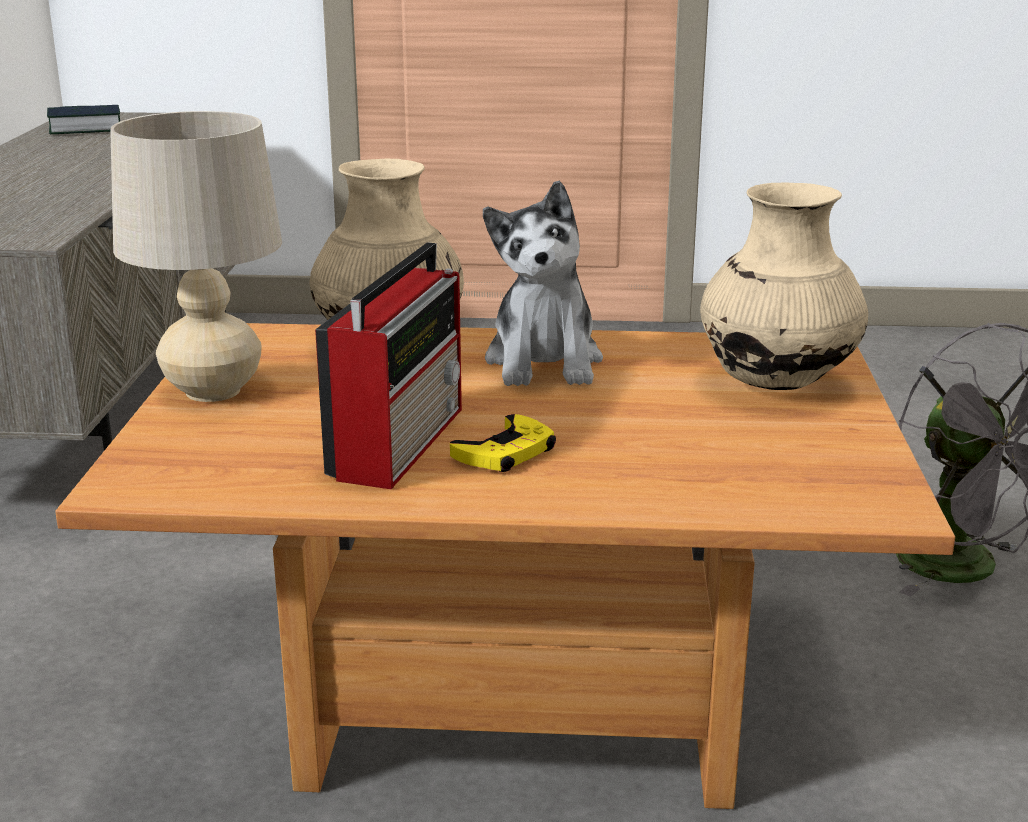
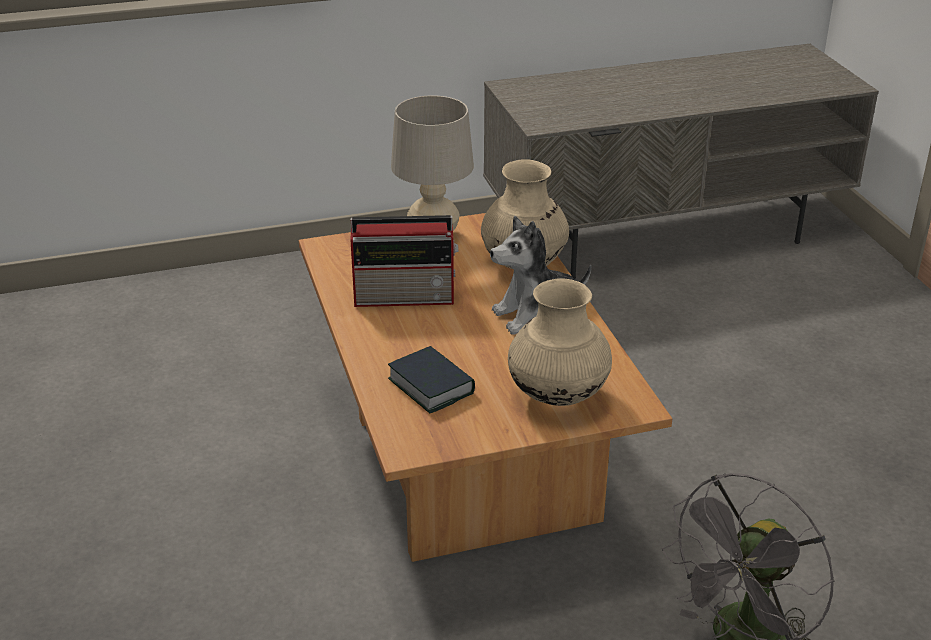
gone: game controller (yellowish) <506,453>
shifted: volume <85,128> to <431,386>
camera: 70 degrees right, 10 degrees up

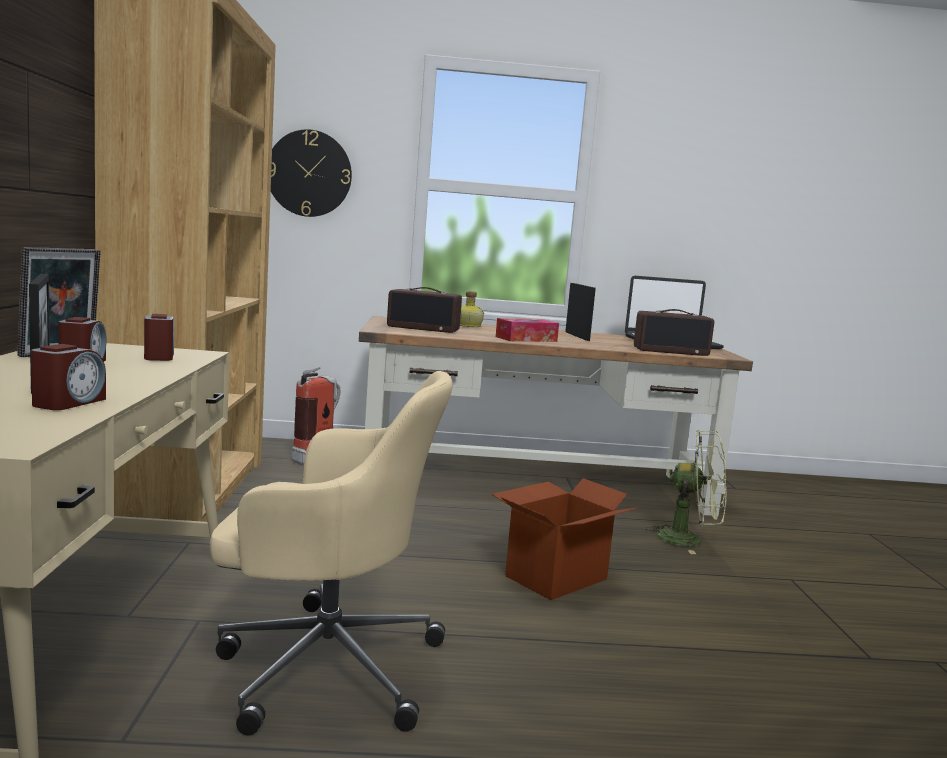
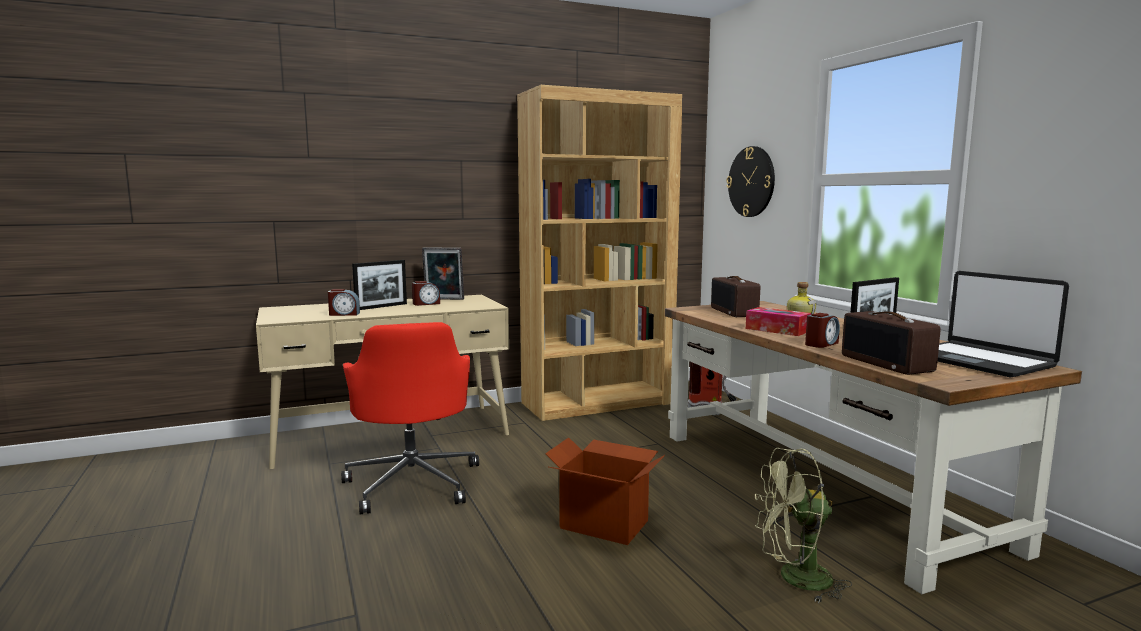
shifted: bedside clock <159,356> to <821,344>
repainted: computer chair (beige) <324,665> to computer chair (red) <413,482>
rotated: electric fan (green-coloured) <689,540> = <795,579> 90 degrees clockwise
camera: 70 degrees right, 0 degrees up

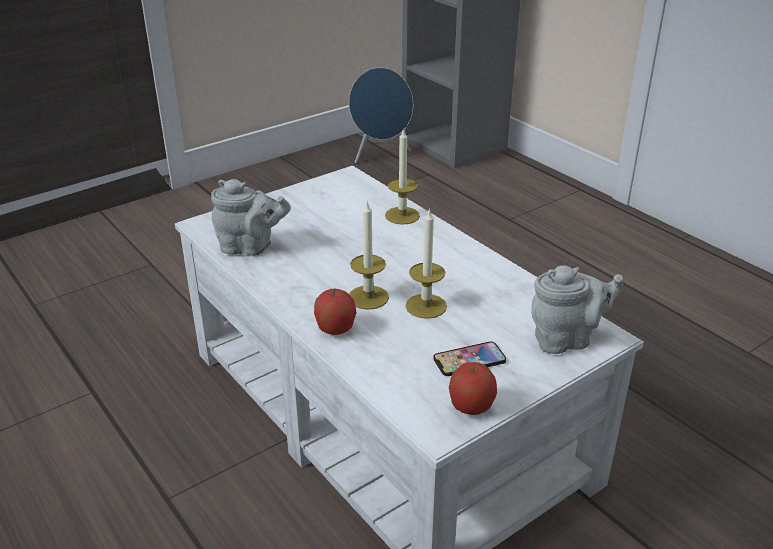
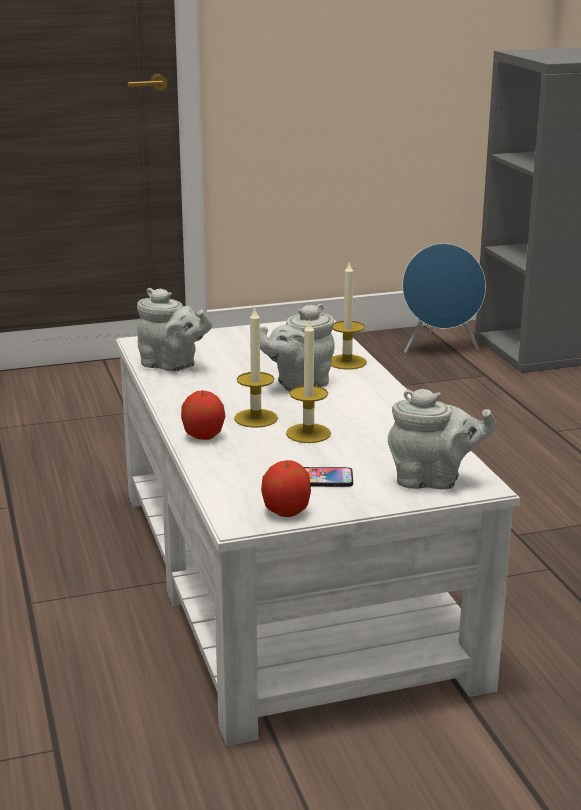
new: teapot (grey) <299,384>
camera: 20 degrees right, 10 degrees down

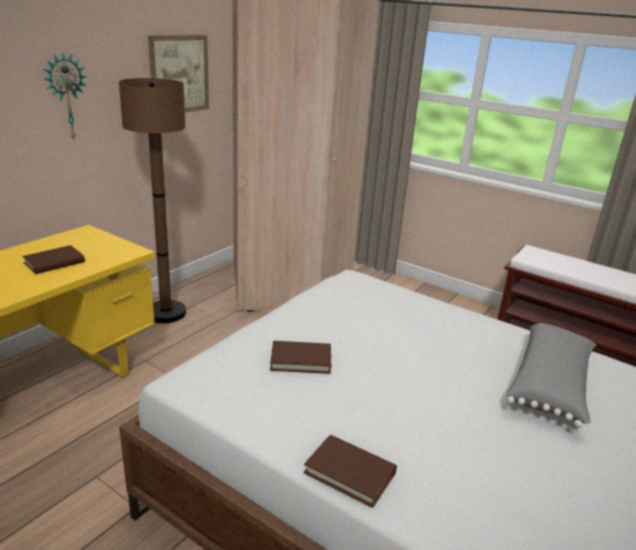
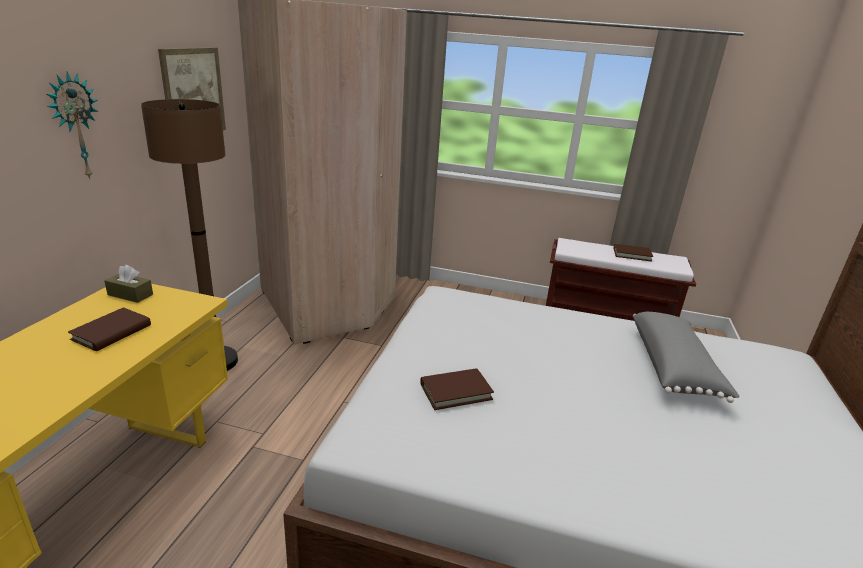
new: tissue holder (brownish) <130,295>
shifted: volume (brownish) <350,473> to <632,254>
camera: 20 degrees left, 0 degrees up

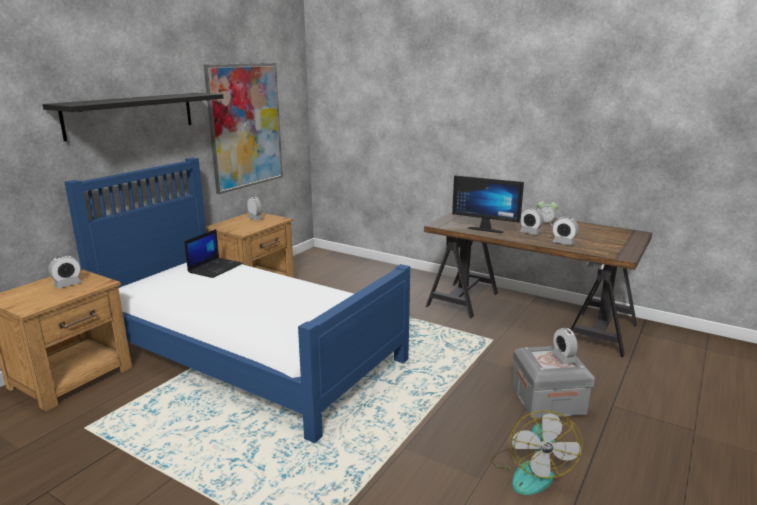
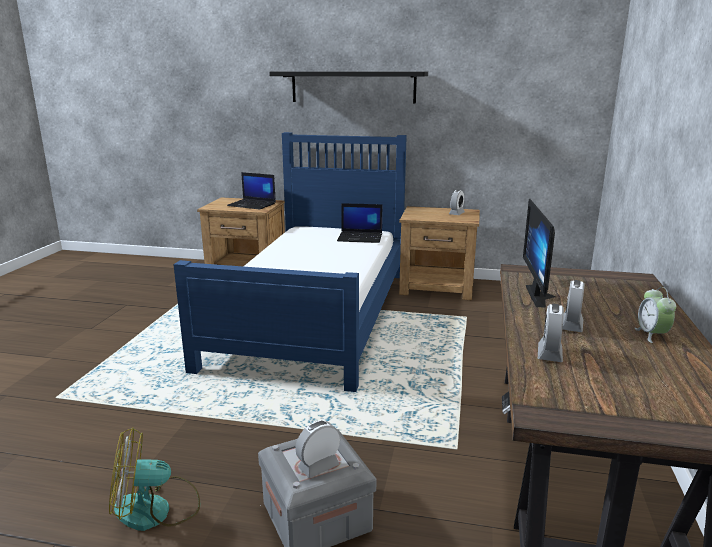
gone: wall picture <245,126>
swapped: bedside clock <67,284> to notebook computer <252,205>
camera: 70 degrees right, 0 degrees up

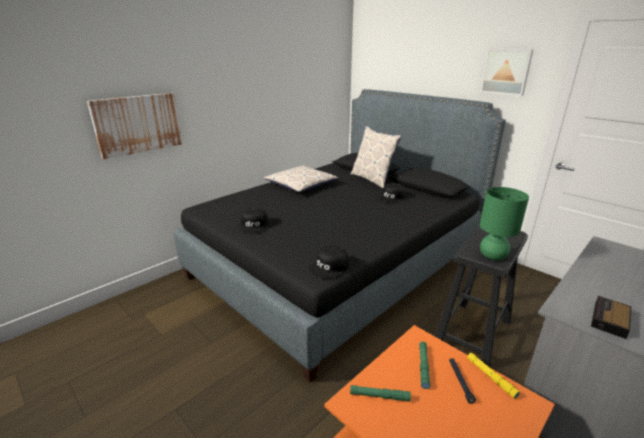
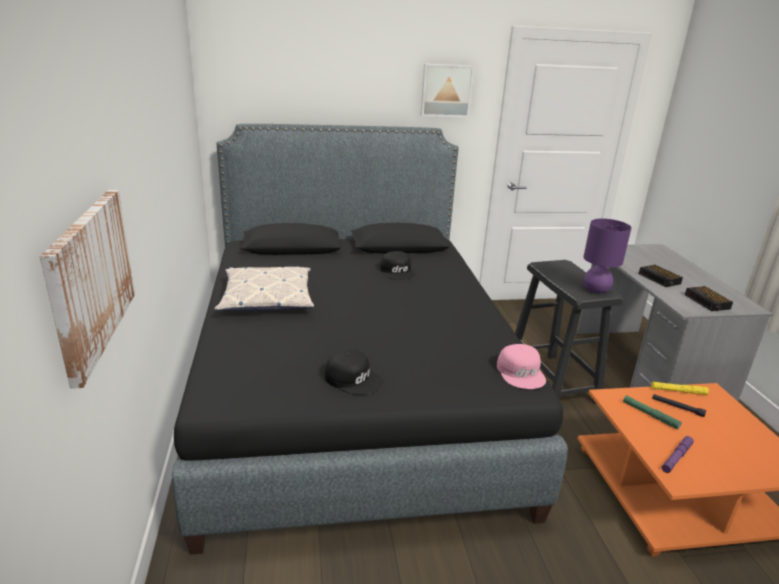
gone: throw pillow <372,179>
new: bedside clock <660,279>
repainted: cap (black-coloured) <329,267> to cap (pink) <521,372>; table lamp (green-coloured) <493,256> to table lamp (purplish) <596,290>; hand torch (green-coloured) <379,396> to hand torch (purplish) <676,457>
camera: 55 degrees left, 0 degrees up

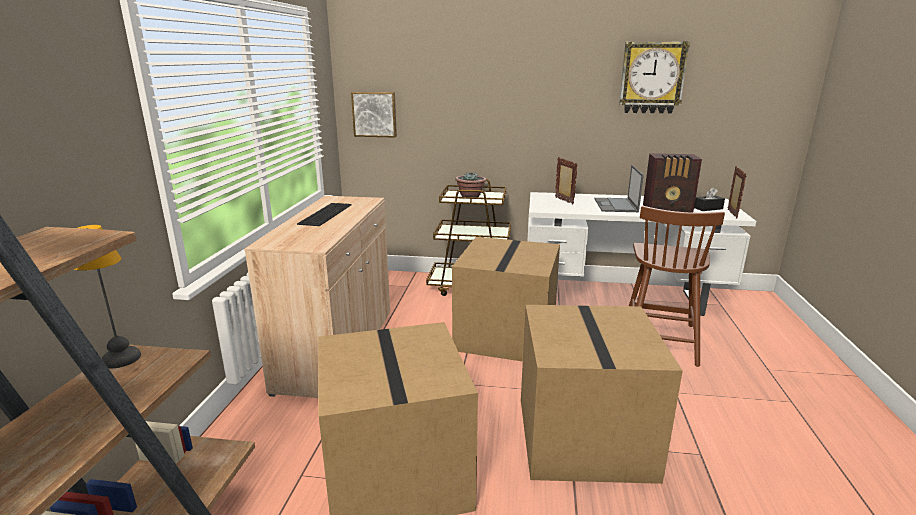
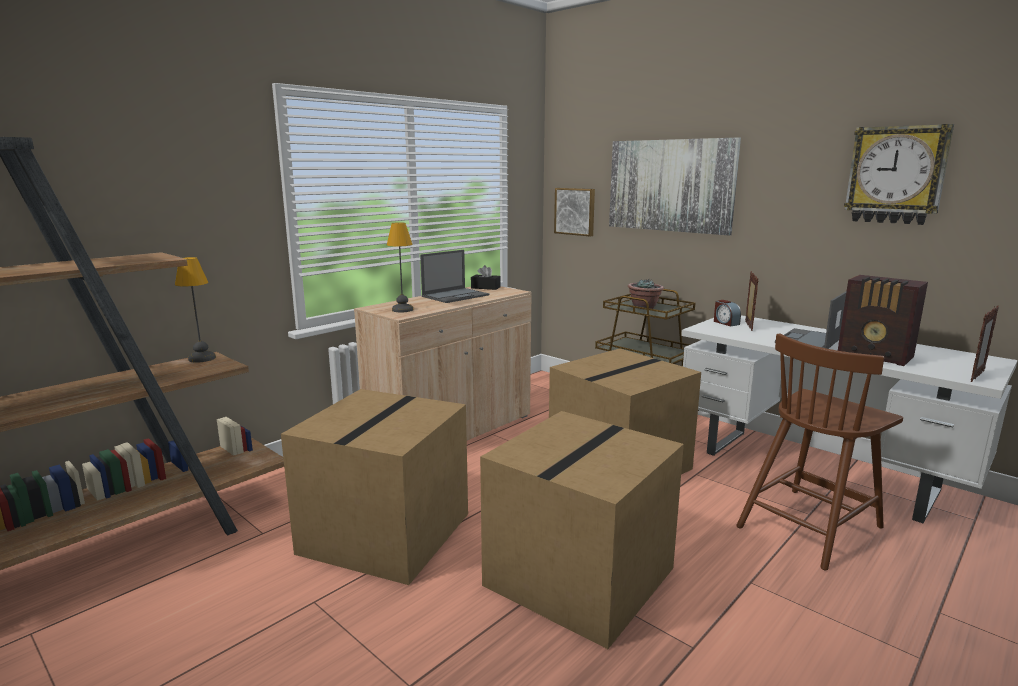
new: table lamp <403,309>; wall picture <670,185>; bedside clock <725,323>
shifted: tissue holder (black-coloured) <708,208> to <485,287>
swapped: keyboard <324,214> to notebook computer <456,296>
camera: 35 degrees right, 5 degrees down

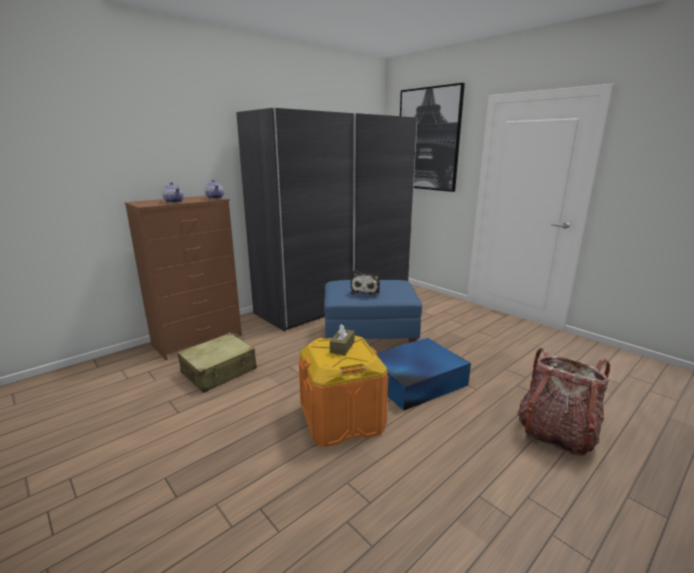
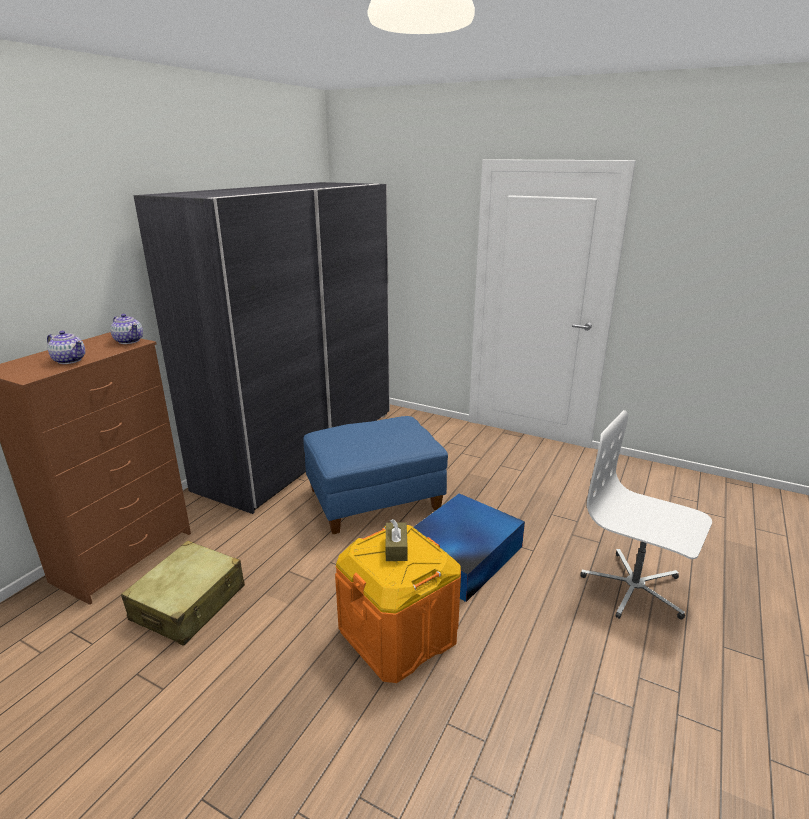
gone: soft toy <365,291>; wall picture <428,139>
swapped: backpack <555,433> to computer chair (whitish) <634,588>
camera: 20 degrees left, 5 degrees up

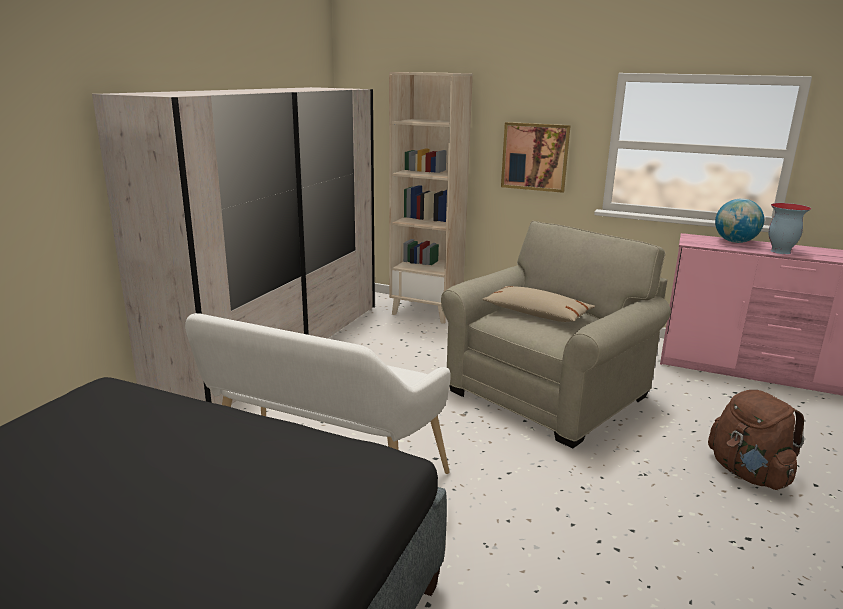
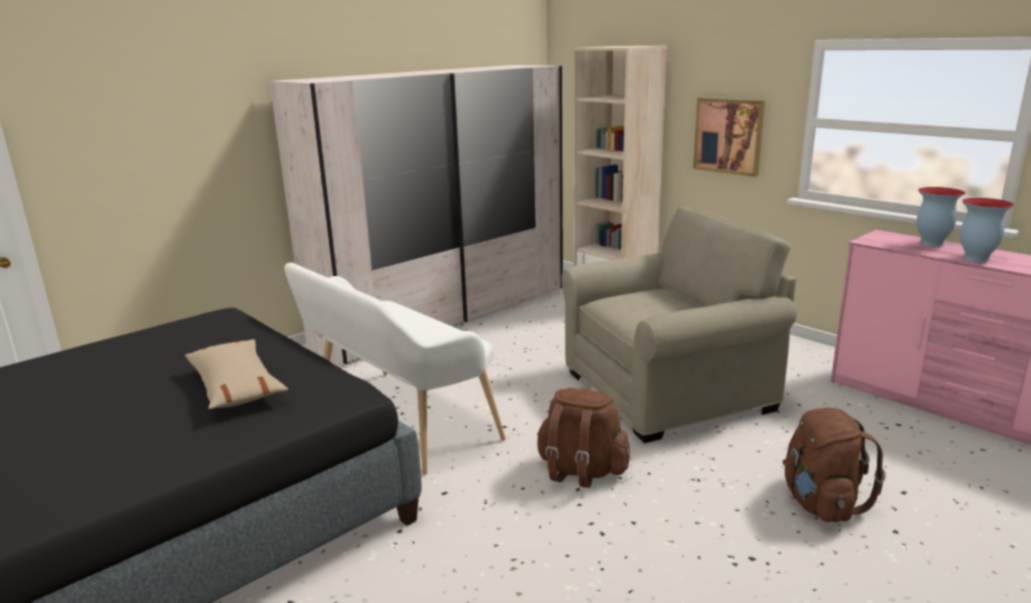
new: backpack (brownish) <581,471>
shifted: throw pillow (beige) <536,313> to <236,386>
swapped: globe <735,242> to flower vase <931,244>
camera: 25 degrees right, 0 degrees up

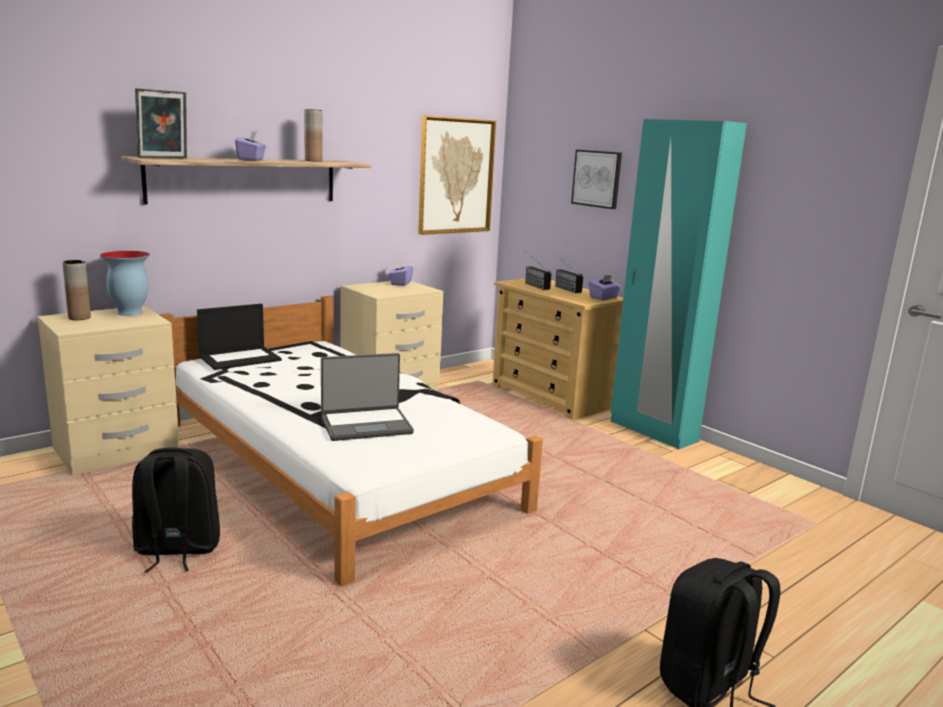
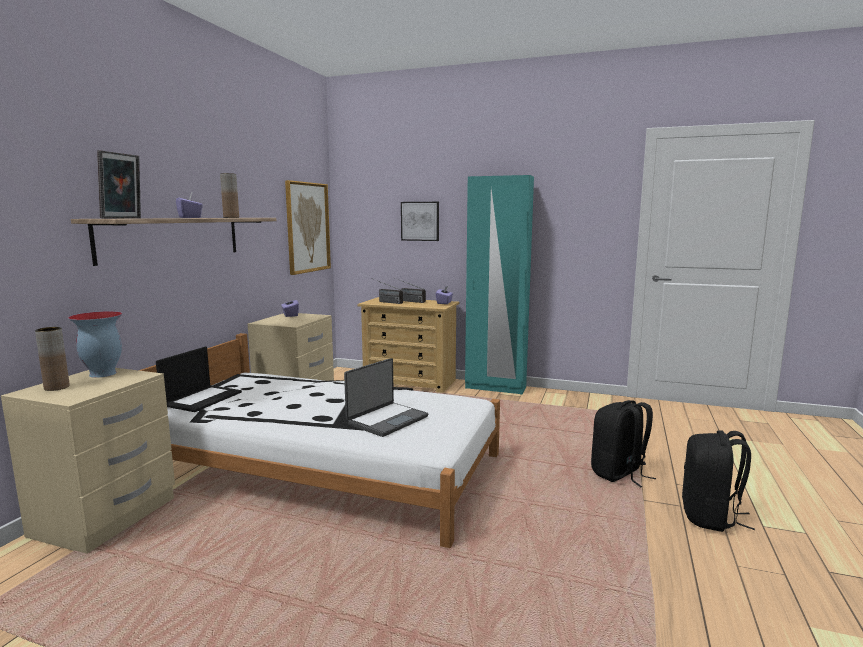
shifted: backpack (black-coloured) <177,550> to <619,474>
camera: 30 degrees left, 5 degrees down

